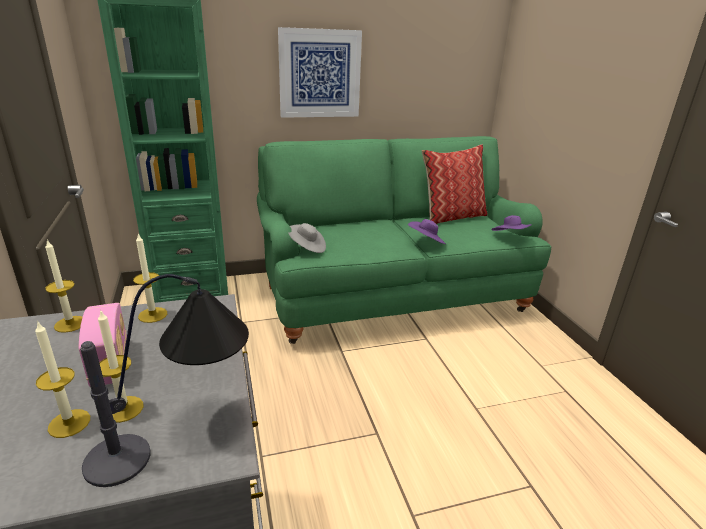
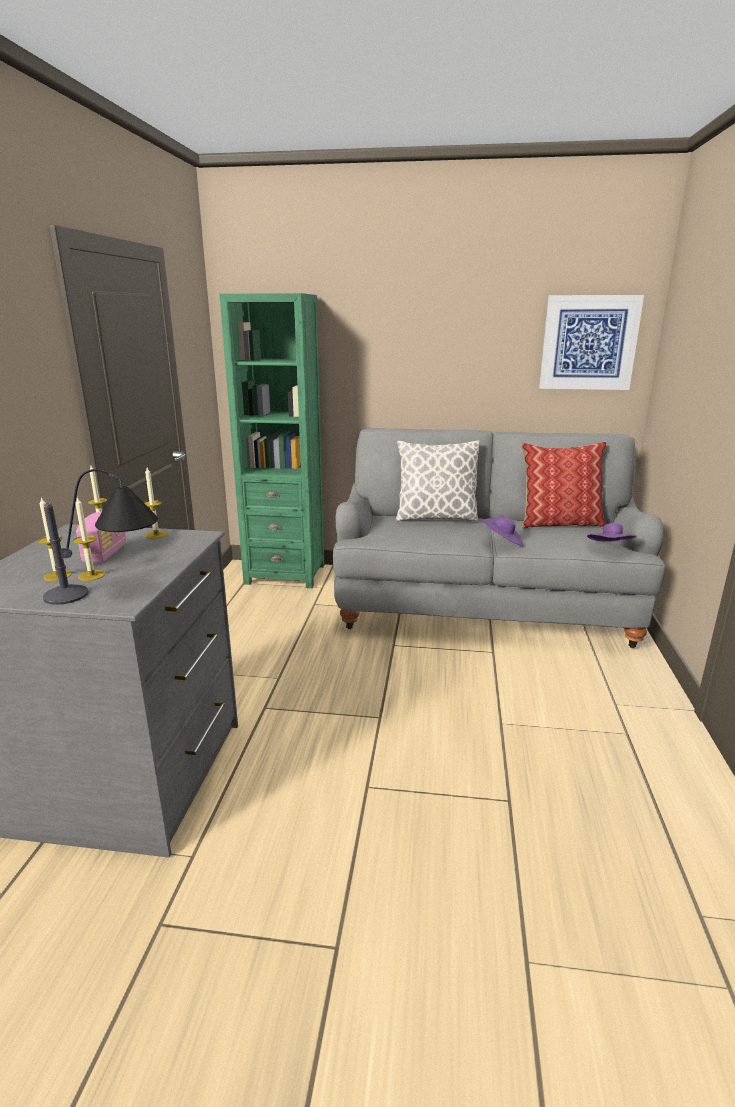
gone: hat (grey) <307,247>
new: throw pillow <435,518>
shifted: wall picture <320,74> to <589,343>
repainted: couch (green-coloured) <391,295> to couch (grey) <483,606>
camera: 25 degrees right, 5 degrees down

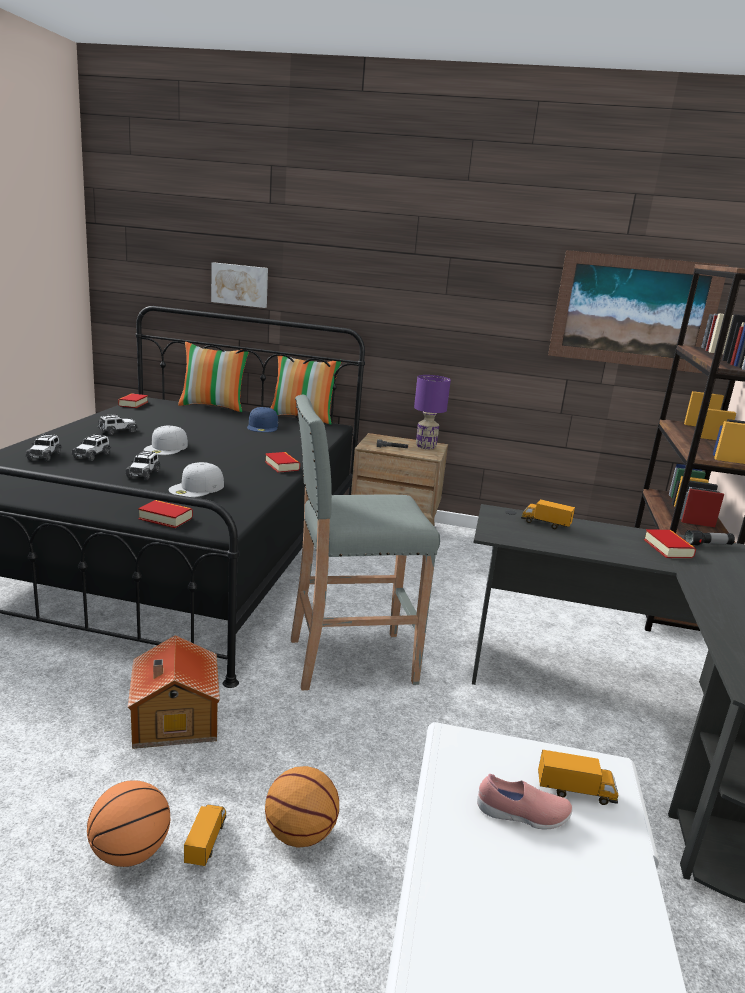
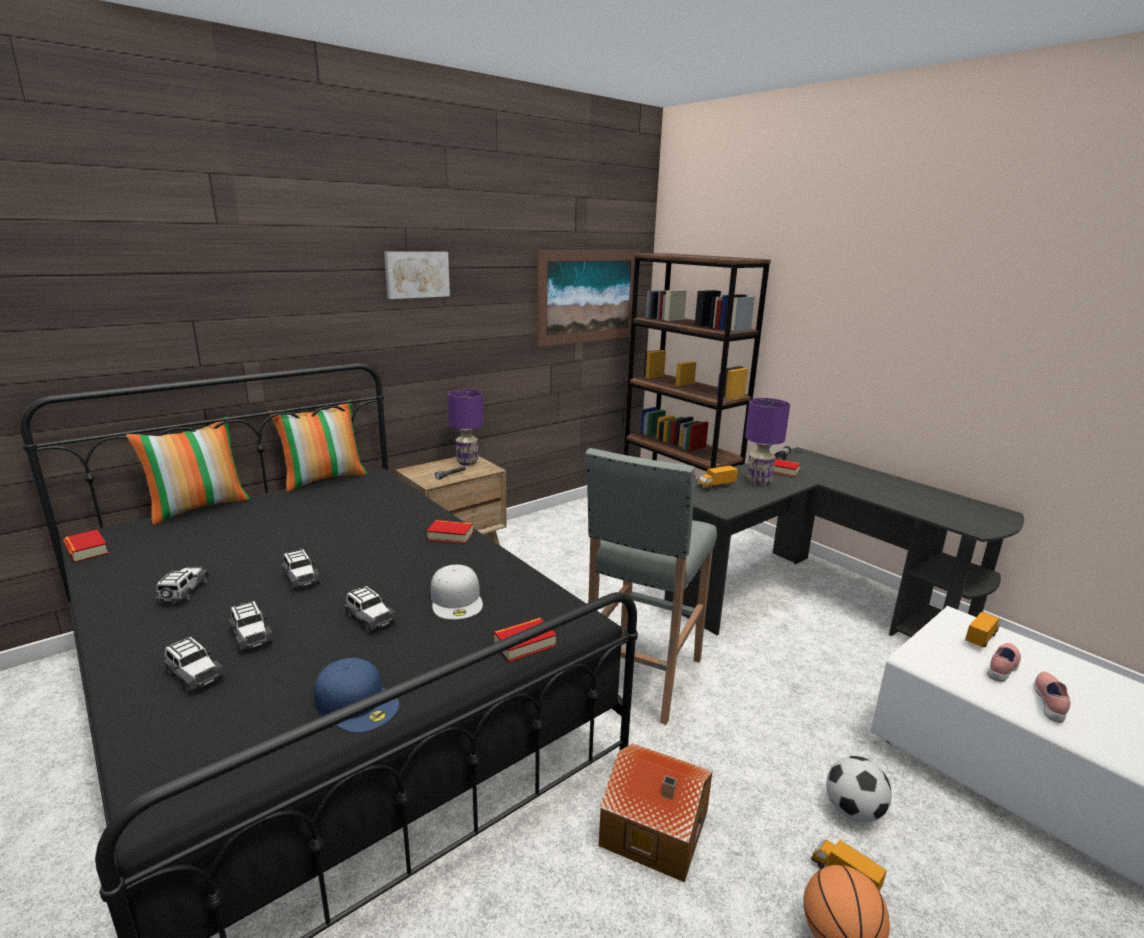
new: table lamp (purplish) <758,482>; shoe (pink) <1050,704>
shifted: cap (blue) <263,426> to <357,703>; wall picture <240,285> to <416,274>
swapped: cap (whitish) <166,448> to model car <301,579>; ball for basketball <299,834> to ball for football <853,811>
camera: 50 degrees left, 0 degrees up

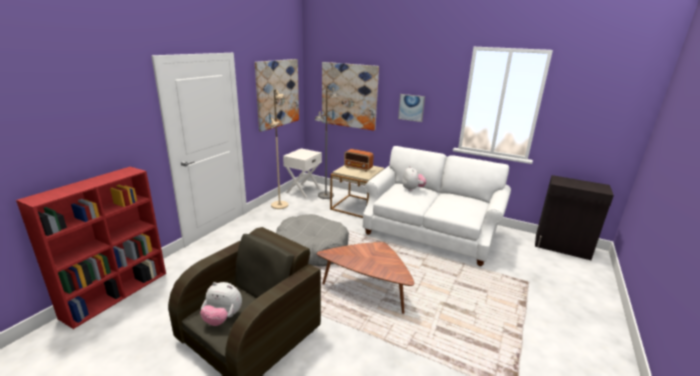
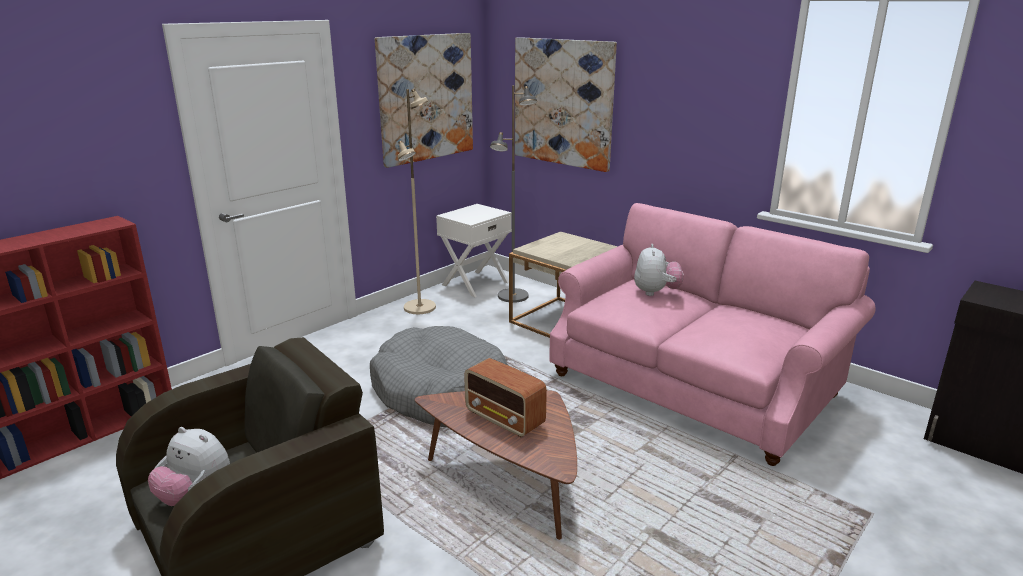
gone: wall picture <411,107>
shifted: radio <358,168> to <505,419>
repainted: couch (whitish) <431,232> to couch (pink) <693,384>
camera: 15 degrees right, 0 degrees up

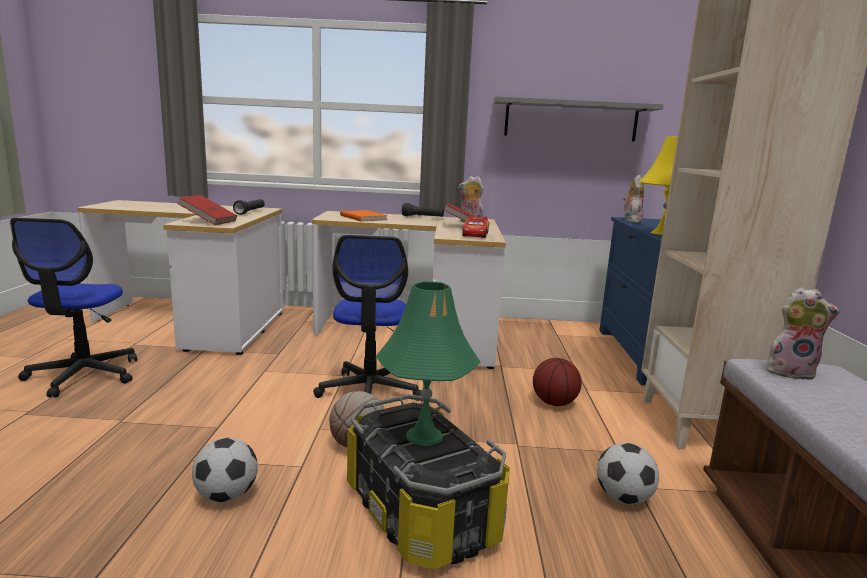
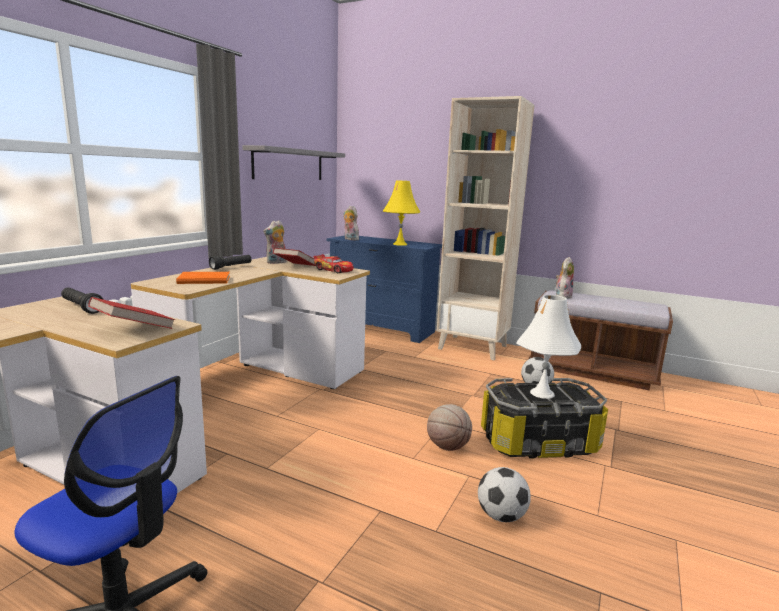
gone: computer chair <369,392>; ball for basketball <554,403>
repainted: table lamp (green-coloured) <424,436> to table lamp (whitish) <542,393>
camera: 65 degrees left, 0 degrees up

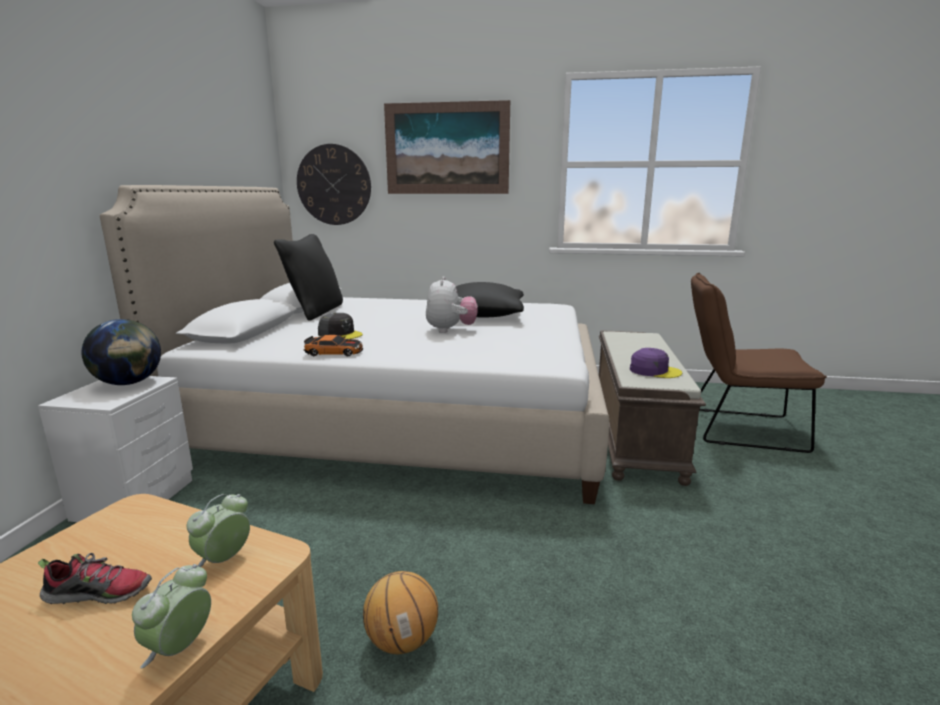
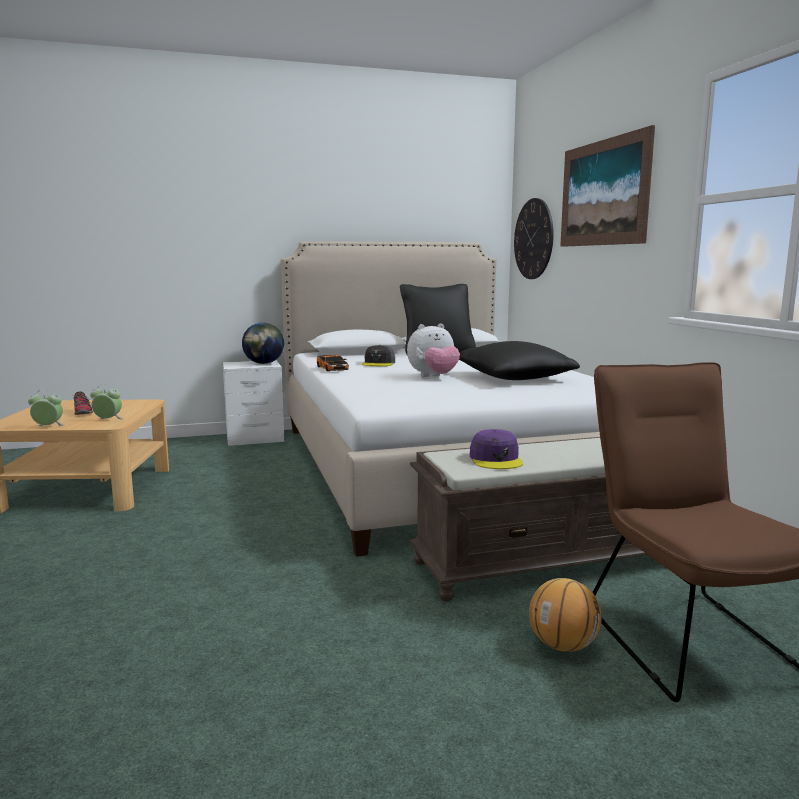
shifted: ball for basketball <402,640> to <563,645>
camera: 65 degrees right, 5 degrees down

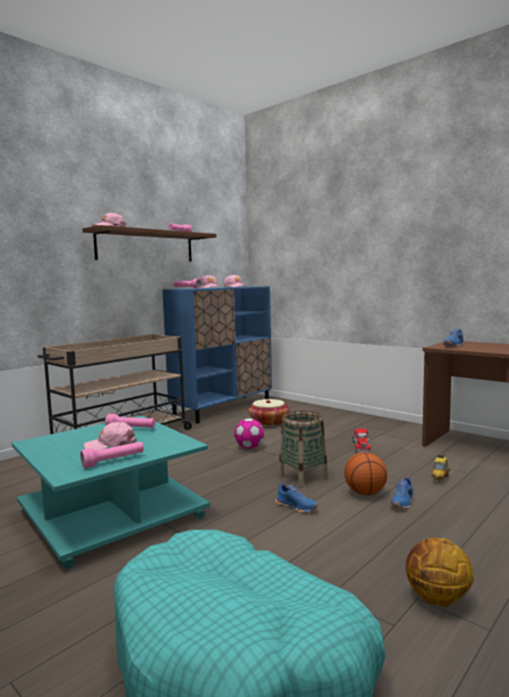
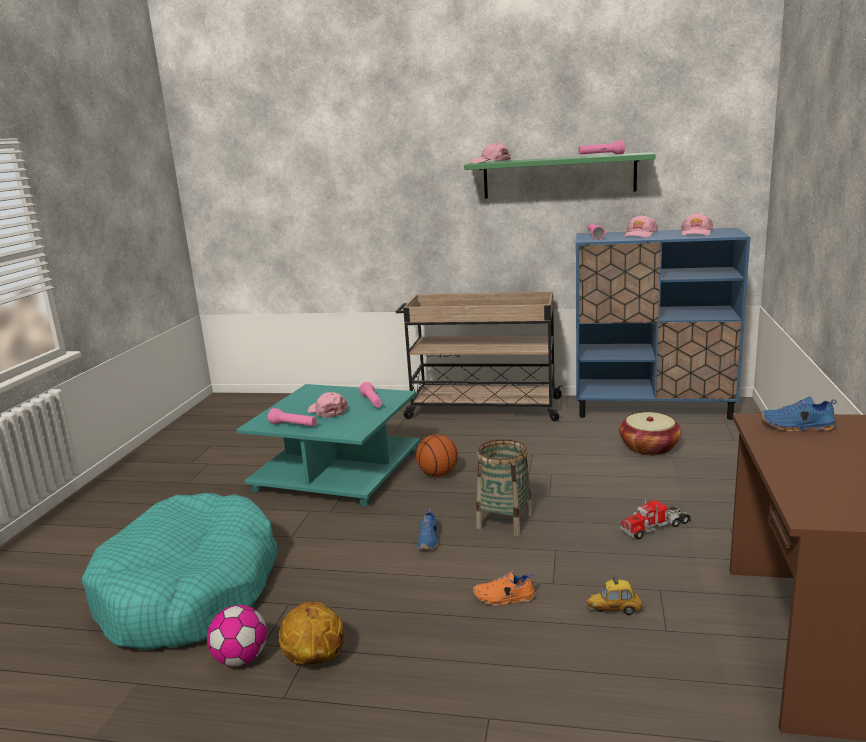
shifted: ball for football <249,447> to <241,659>; ball for basketball <365,493> to <438,474>
repainted: bracket shelf (brownish) <146,246> to bracket shelf (green-coloured) <558,176>; shoe (blue) <403,502> to shoe (orange-coloured) <504,599>
camera: 60 degrees right, 10 degrees up

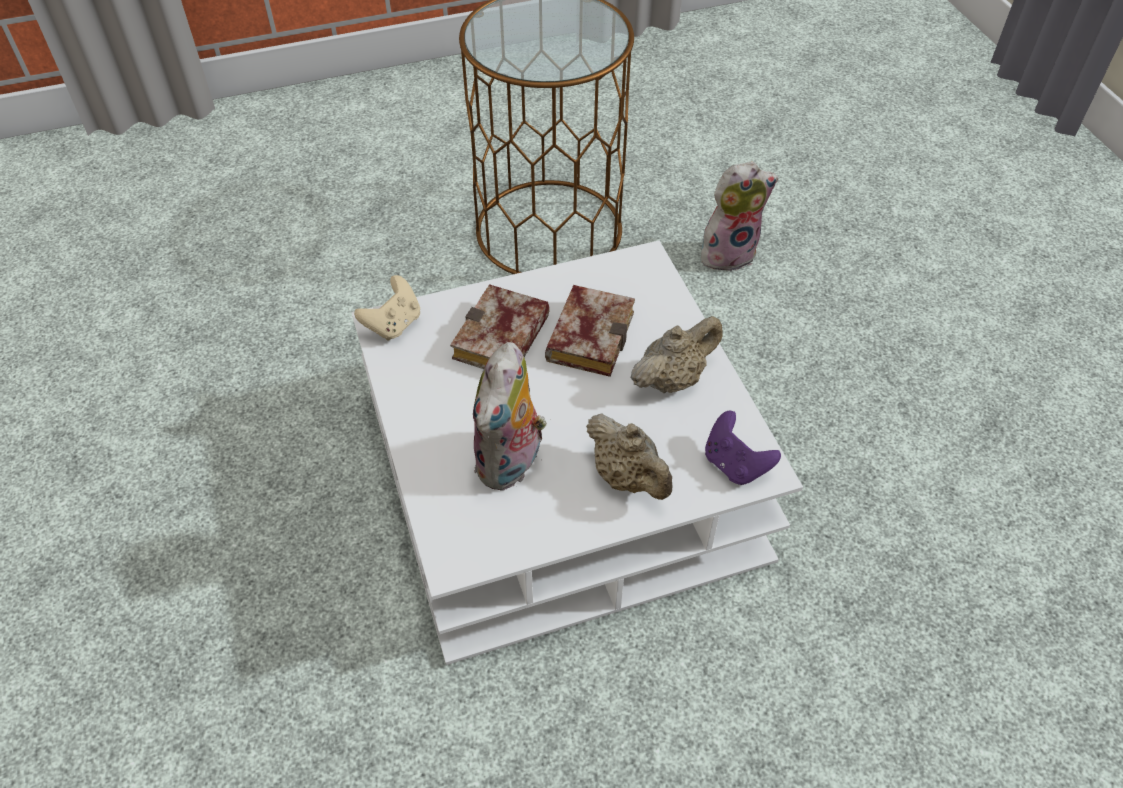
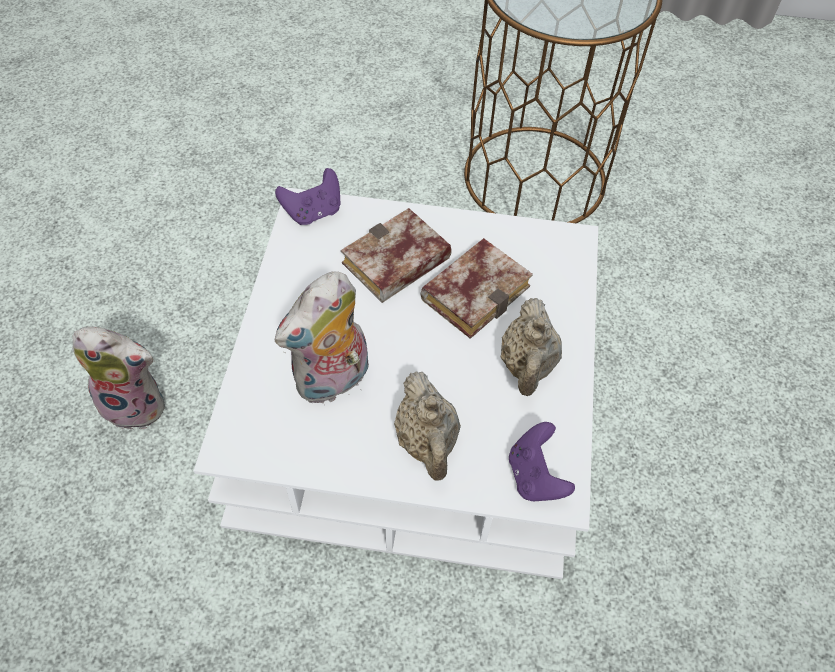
shifted: soft toy <728,253> to <137,403>
repainted: game controller (beige) <394,324> to game controller (purplish) <313,212>
rotated: teapot (beige) <672,379> = <527,366> 105 degrees clockwise
camera: 25 degrees right, 5 degrees up

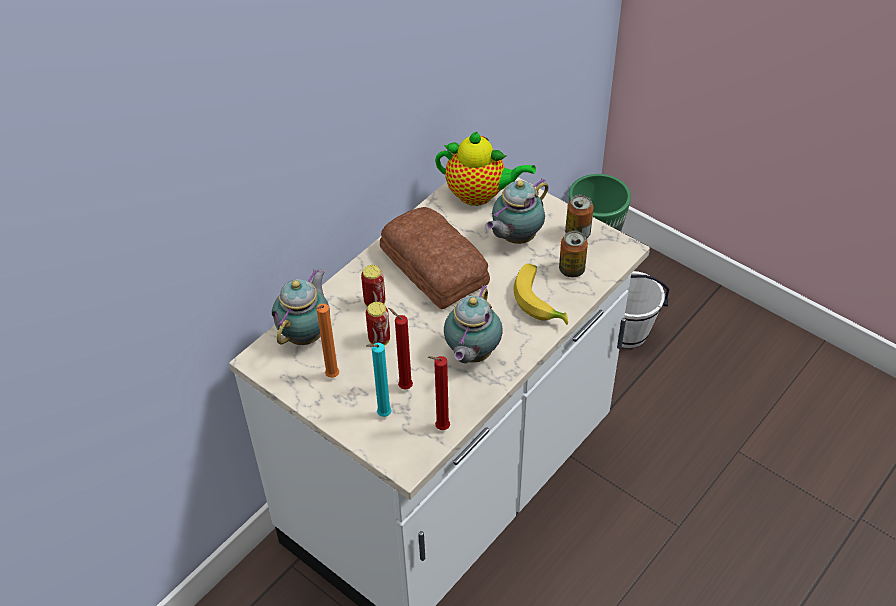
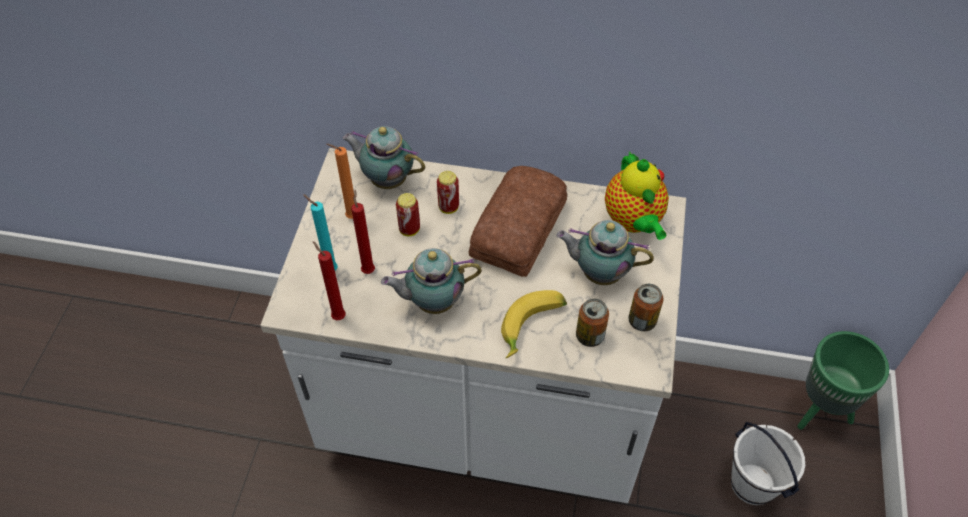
rotated: teapot <306,334> = <386,179> 150 degrees counterclockwise
camera: 60 degrees right, 5 degrees up

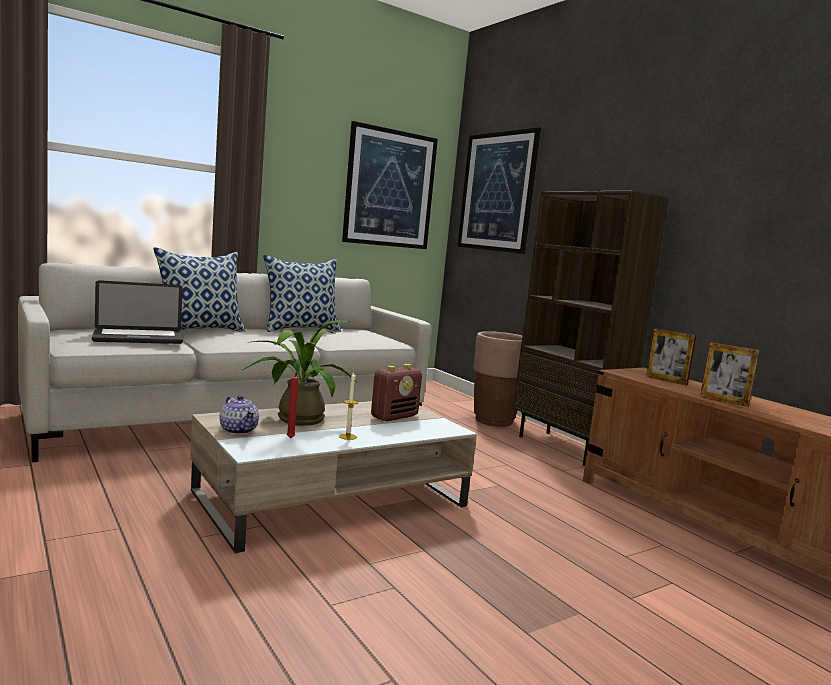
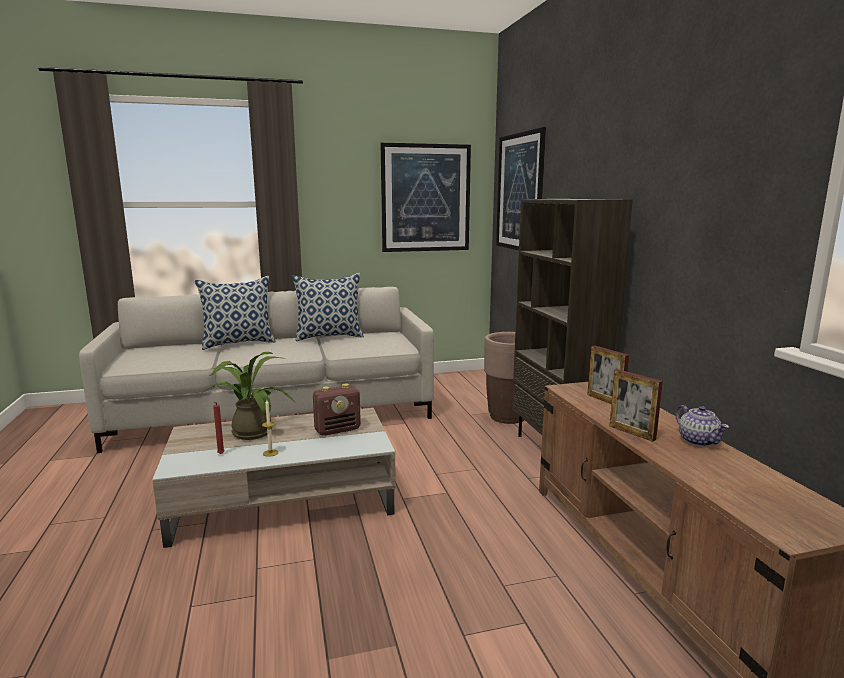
gone: notebook computer <138,338>
shifted: teapot <238,430> to <698,441>
camera: 20 degrees right, 5 degrees up

